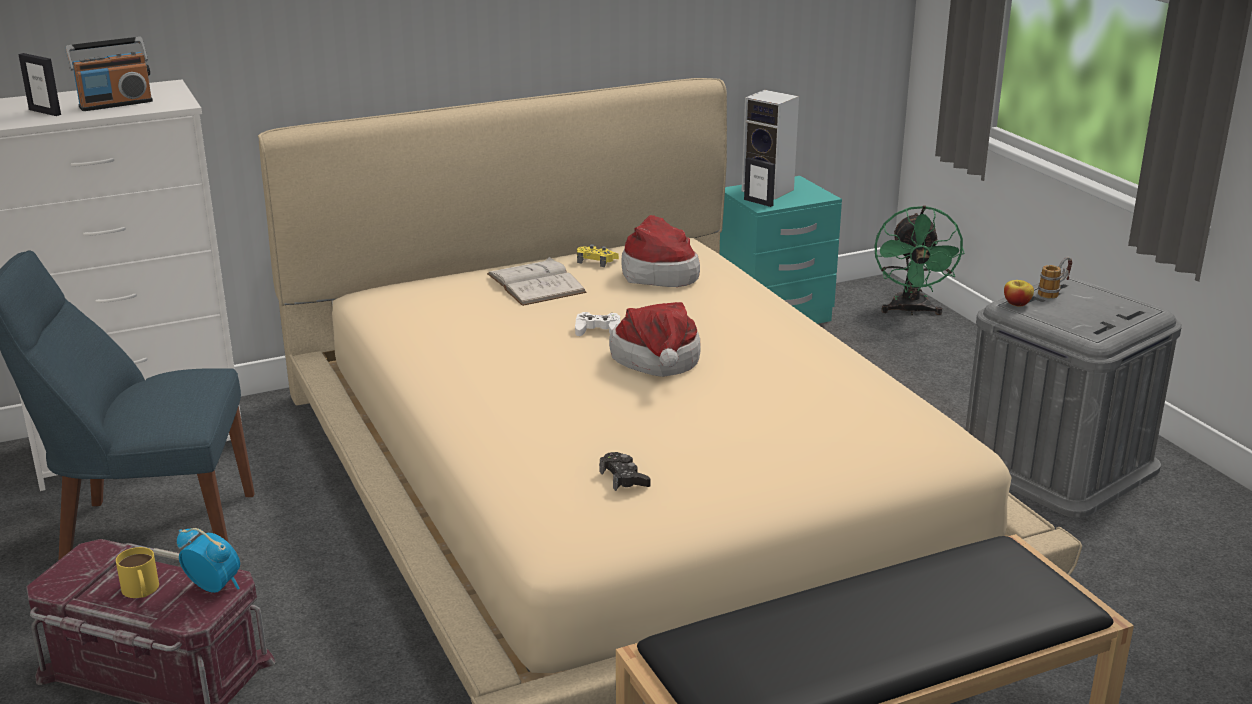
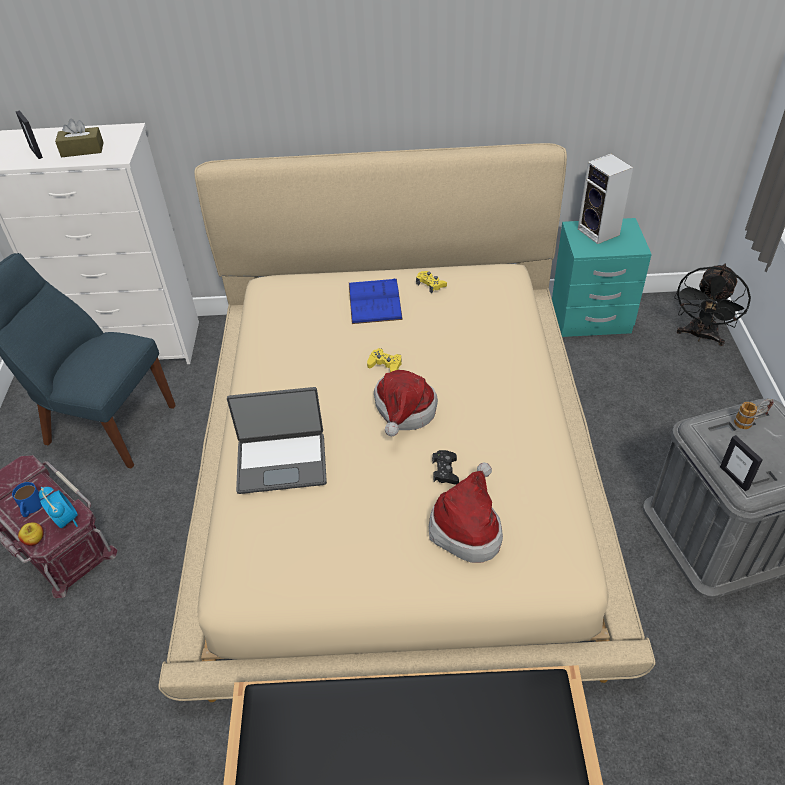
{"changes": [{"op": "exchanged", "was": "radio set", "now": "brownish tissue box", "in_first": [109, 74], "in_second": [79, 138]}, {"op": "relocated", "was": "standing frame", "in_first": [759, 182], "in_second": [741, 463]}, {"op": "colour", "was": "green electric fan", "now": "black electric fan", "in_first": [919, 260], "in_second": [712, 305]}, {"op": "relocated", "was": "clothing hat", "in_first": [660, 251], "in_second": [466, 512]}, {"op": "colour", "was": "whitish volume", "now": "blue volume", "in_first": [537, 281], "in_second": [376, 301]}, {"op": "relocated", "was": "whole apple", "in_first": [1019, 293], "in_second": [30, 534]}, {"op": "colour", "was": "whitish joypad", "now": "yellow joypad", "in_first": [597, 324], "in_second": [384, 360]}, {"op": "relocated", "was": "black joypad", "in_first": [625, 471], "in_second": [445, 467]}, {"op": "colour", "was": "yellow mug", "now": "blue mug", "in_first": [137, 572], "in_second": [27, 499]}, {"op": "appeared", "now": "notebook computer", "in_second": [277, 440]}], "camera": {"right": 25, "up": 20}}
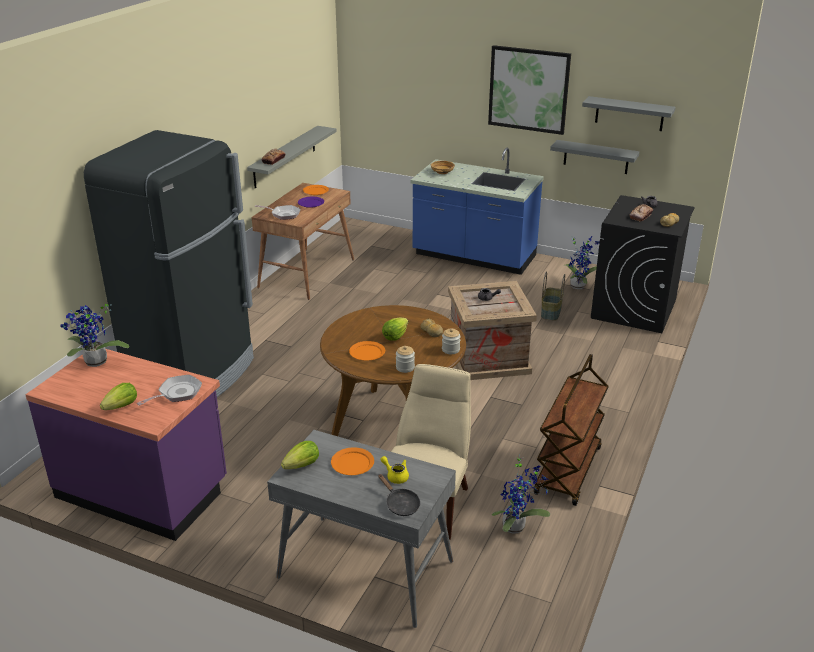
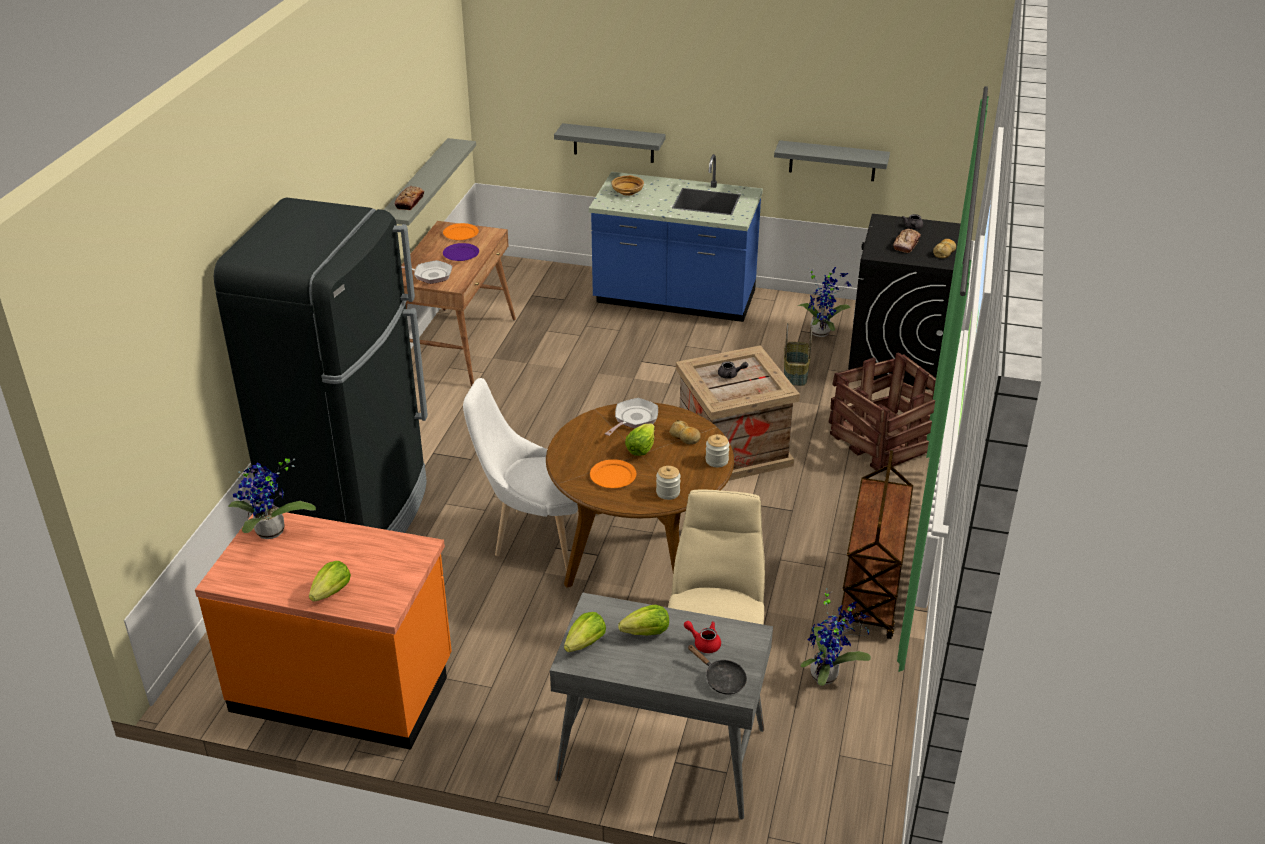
{"changes": [{"op": "missing", "was": "picture", "in_first": [529, 90]}, {"op": "relocated", "was": "grey wall shelf", "in_first": [628, 113], "in_second": [610, 143]}, {"op": "colour", "was": "purple-coloured counter", "now": "orangey counter", "in_first": [126, 445], "in_second": [323, 631]}, {"op": "relocated", "was": "skillet", "in_first": [169, 390], "in_second": [631, 417]}, {"op": "exchanged", "was": "orangey dinner plate", "now": "lettuce head", "in_first": [352, 461], "in_second": [643, 620]}, {"op": "colour", "was": "yellow teapot", "now": "reddish teapot", "in_first": [394, 470], "in_second": [702, 637]}, {"op": "appeared", "now": "shipping crate", "in_second": [882, 411]}, {"op": "appeared", "now": "whitish plain chair", "in_second": [520, 474]}], "camera": {"right": -10, "up": 5}}
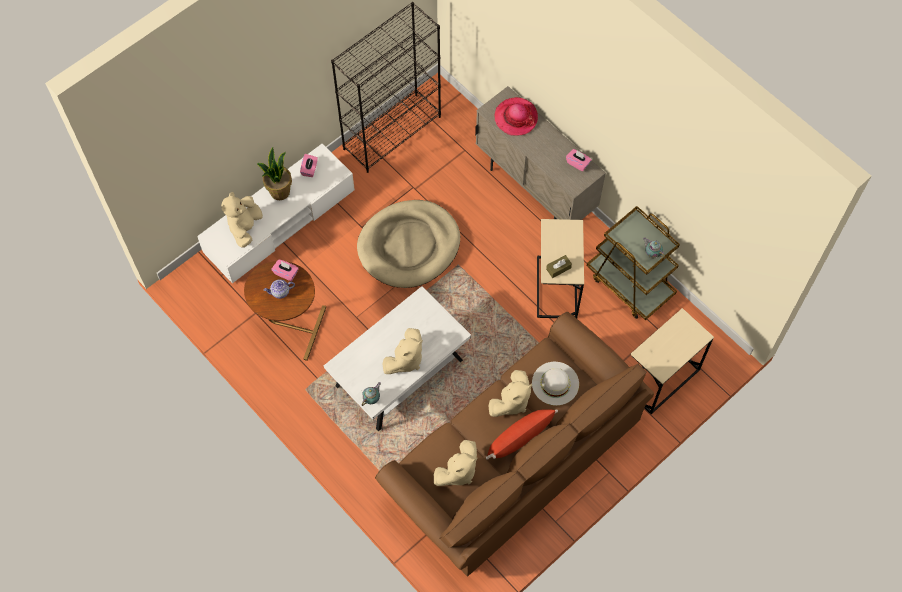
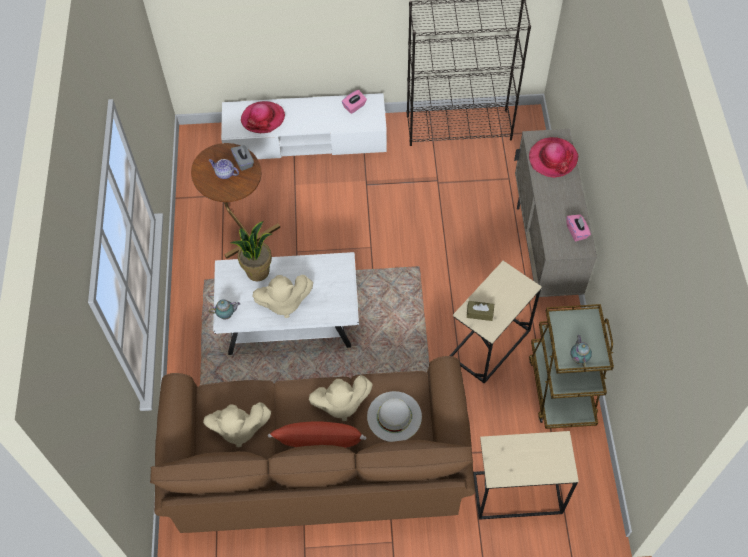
{"changes": [{"op": "relocated", "was": "houseplant", "in_first": [274, 173], "in_second": [251, 251]}, {"op": "exchanged", "was": "sand-coloured plush toy", "now": "clothing hat", "in_first": [242, 220], "in_second": [263, 117]}, {"op": "missing", "was": "sand-coloured dog bed", "in_first": [408, 244]}, {"op": "colour", "was": "pinkish tissue box", "now": "grey tissue box", "in_first": [285, 270], "in_second": [242, 158]}], "camera": {"right": 40, "up": -5}}
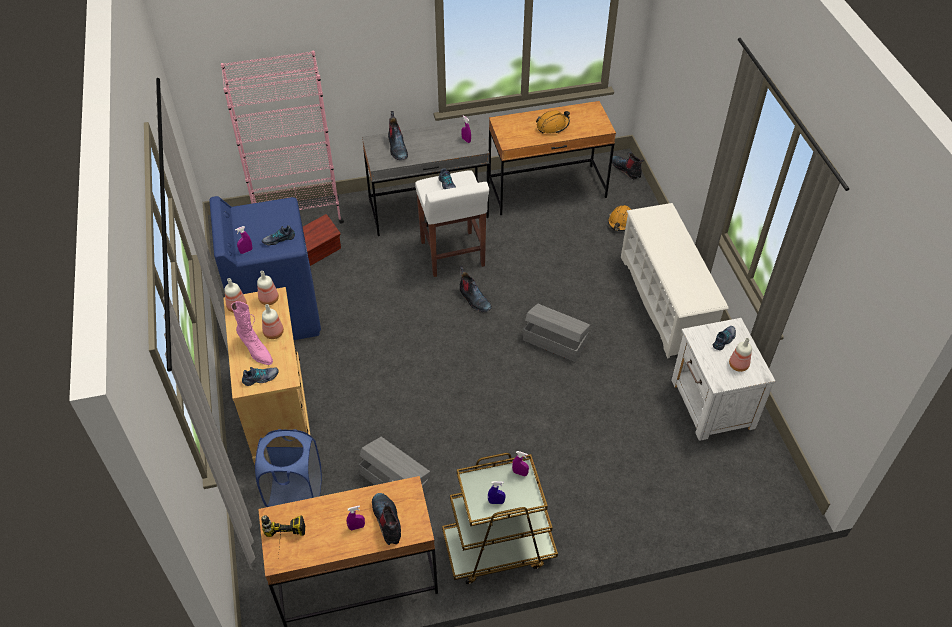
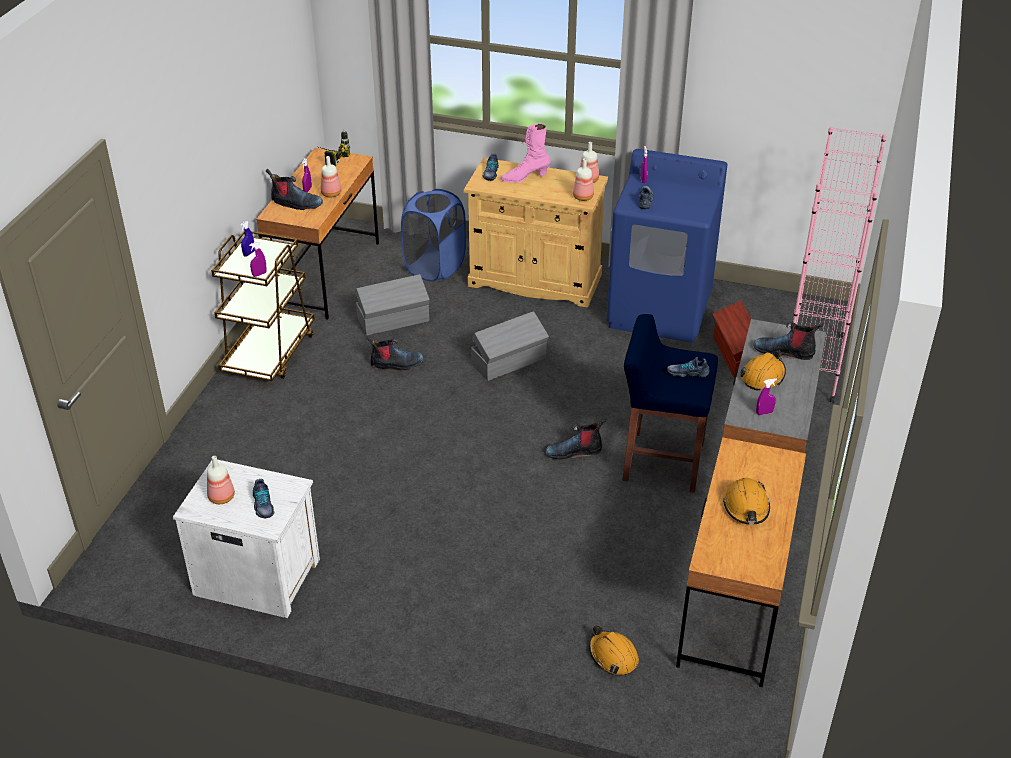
{"changes": [{"op": "relocated", "was": "boot", "in_first": [628, 166], "in_second": [395, 353]}, {"op": "colour", "was": "whitish stool", "now": "blue stool", "in_first": [452, 223], "in_second": [670, 403]}, {"op": "missing", "was": "whitish shoe stand", "in_first": [675, 280]}, {"op": "relocated", "was": "beverage bottle", "in_first": [273, 321], "in_second": [331, 176]}, {"op": "relocated", "was": "grey storage container", "in_first": [556, 333], "in_second": [510, 346]}, {"op": "appeared", "now": "orangey safety helmet", "in_second": [763, 370]}], "camera": {"right": 120, "up": -10}}
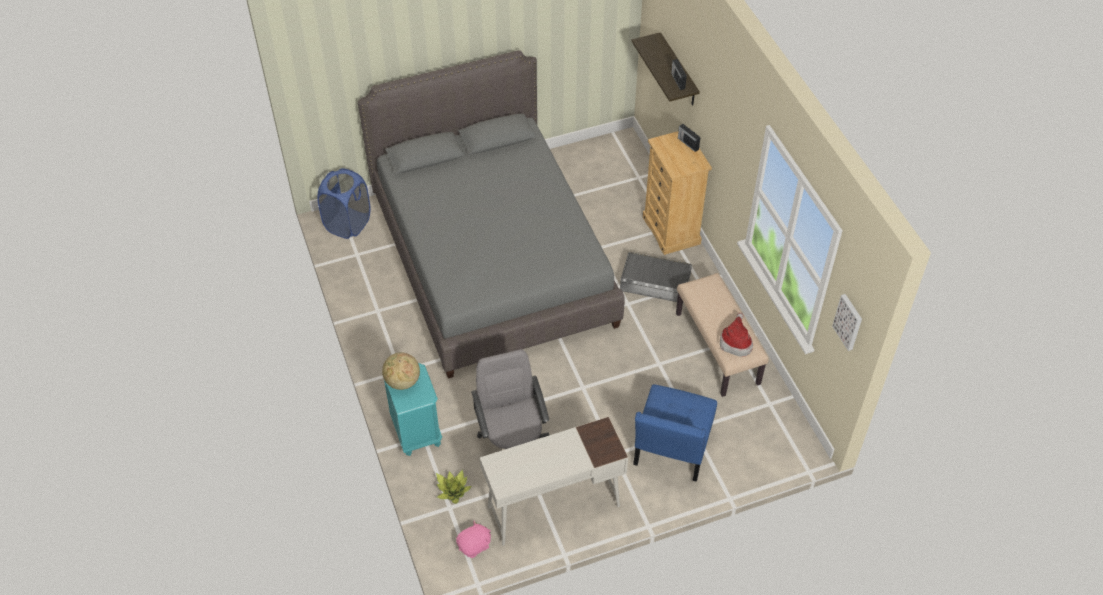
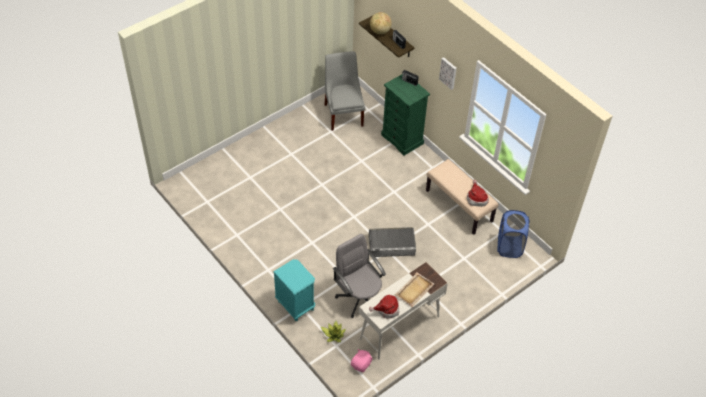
{"changes": [{"op": "missing", "was": "grey bedroom bed", "in_first": [491, 214]}, {"op": "colour", "was": "sand-coloured dresser", "now": "green dresser", "in_first": [677, 193], "in_second": [405, 115]}, {"op": "relocated", "was": "blue laundry basket", "in_first": [344, 203], "in_second": [513, 234]}, {"op": "relocated", "was": "grey storage container", "in_first": [656, 277], "in_second": [392, 242]}, {"op": "relocated", "was": "picture", "in_first": [847, 322], "in_second": [448, 73]}, {"op": "relocated", "was": "world globe", "in_first": [401, 371], "in_second": [381, 23]}, {"op": "missing", "was": "blue plain chair", "in_first": [675, 433]}, {"op": "appeared", "now": "grey plain chair", "in_second": [344, 91]}, {"op": "appeared", "now": "sand-coloured tray", "in_second": [414, 289]}, {"op": "appeared", "now": "clothing hat", "in_second": [384, 307]}], "camera": {"right": -20, "up": 0}}
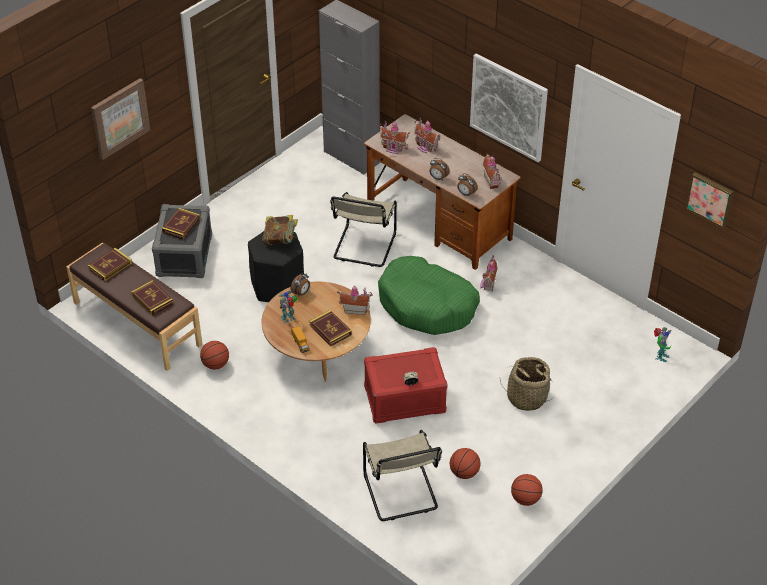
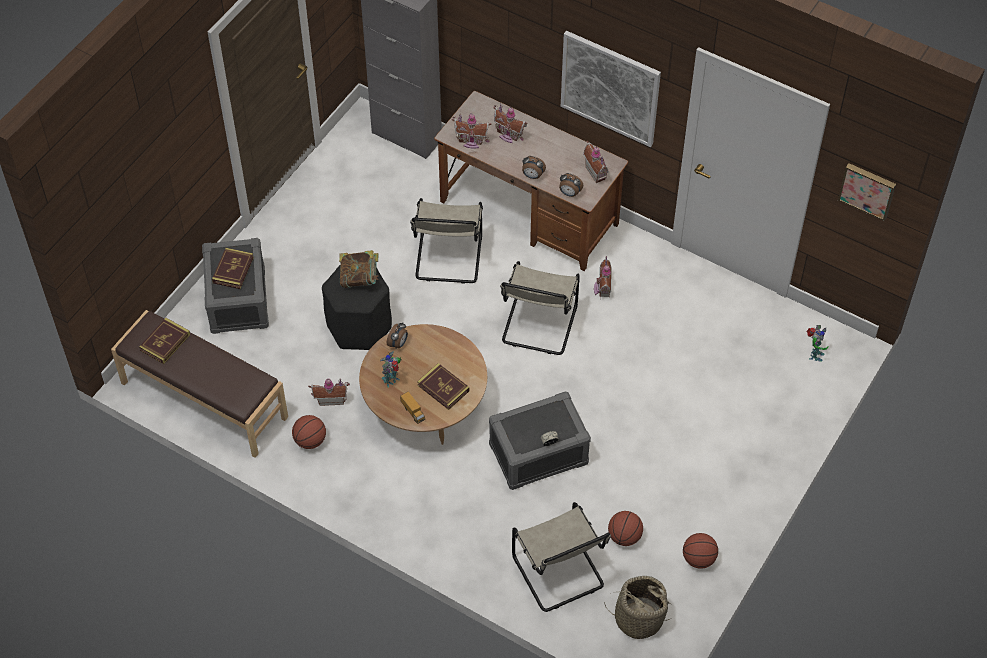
{"changes": [{"op": "missing", "was": "picture", "in_first": [120, 119]}, {"op": "exchanged", "was": "green dog bed", "now": "sand-coloured plain chair", "in_first": [429, 295], "in_second": [540, 308]}, {"op": "missing", "was": "volume", "in_first": [152, 298]}, {"op": "relocated", "was": "miniature house", "in_first": [355, 300], "in_second": [329, 392]}, {"op": "colour", "was": "reddish storage container", "now": "grey storage container", "in_first": [405, 385], "in_second": [540, 440]}, {"op": "relocated", "was": "basket", "in_first": [525, 384], "in_second": [637, 607]}], "camera": {"right": -10, "up": 10}}
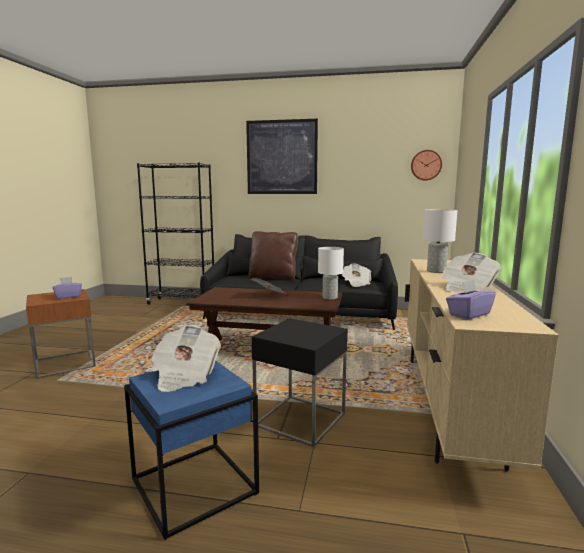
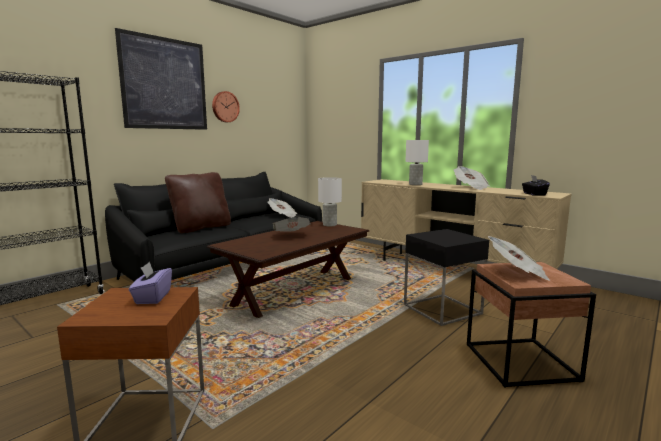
{"changes": [{"op": "relocated", "was": "hanging clock", "in_first": [426, 165], "in_second": [226, 106]}, {"op": "colour", "was": "purple-coloured tissue box", "now": "black tissue box", "in_first": [471, 299], "in_second": [536, 185]}, {"op": "colour", "was": "blue accent table", "now": "brownish accent table", "in_first": [191, 450], "in_second": [531, 325]}], "camera": {"right": -60, "up": 0}}
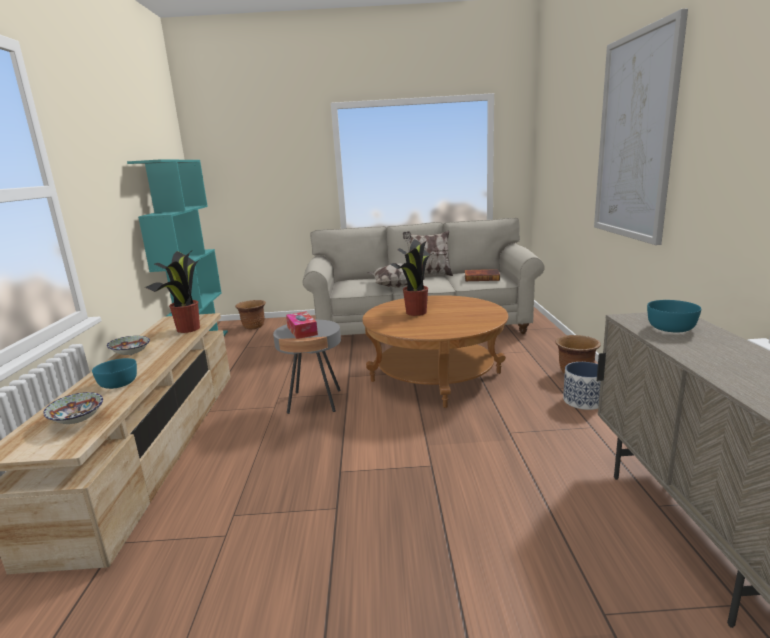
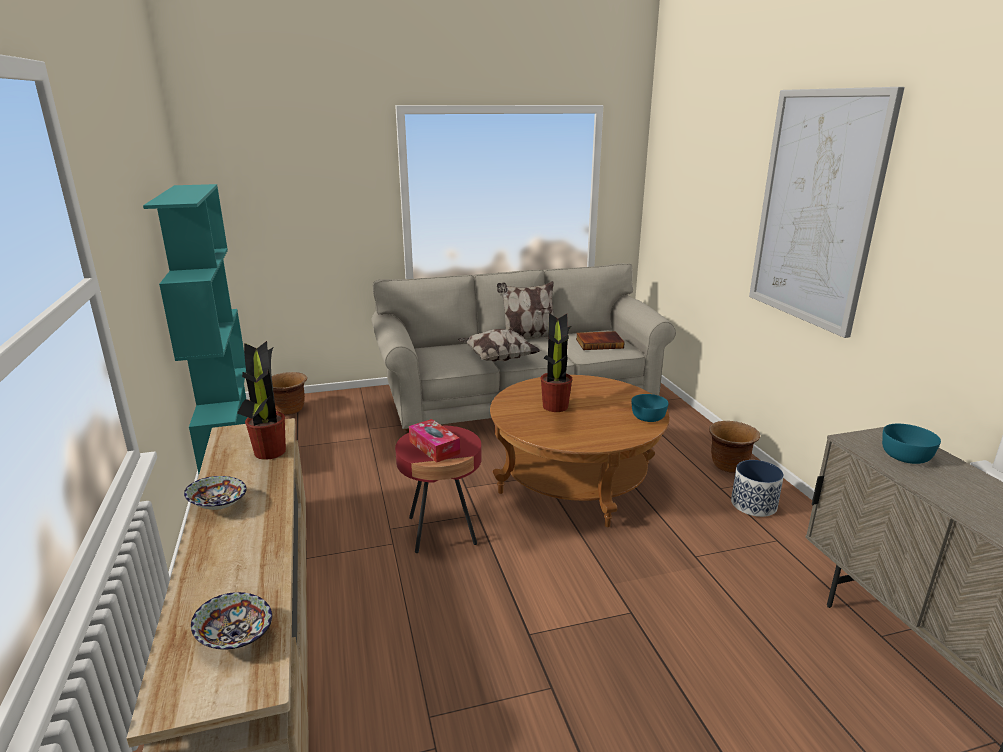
{"changes": [{"op": "colour", "was": "grey accent table", "now": "reddish accent table", "in_first": [307, 367], "in_second": [438, 489]}, {"op": "relocated", "was": "blue-green deep dish", "in_first": [114, 373], "in_second": [649, 408]}], "camera": {"right": -15, "up": 5}}
